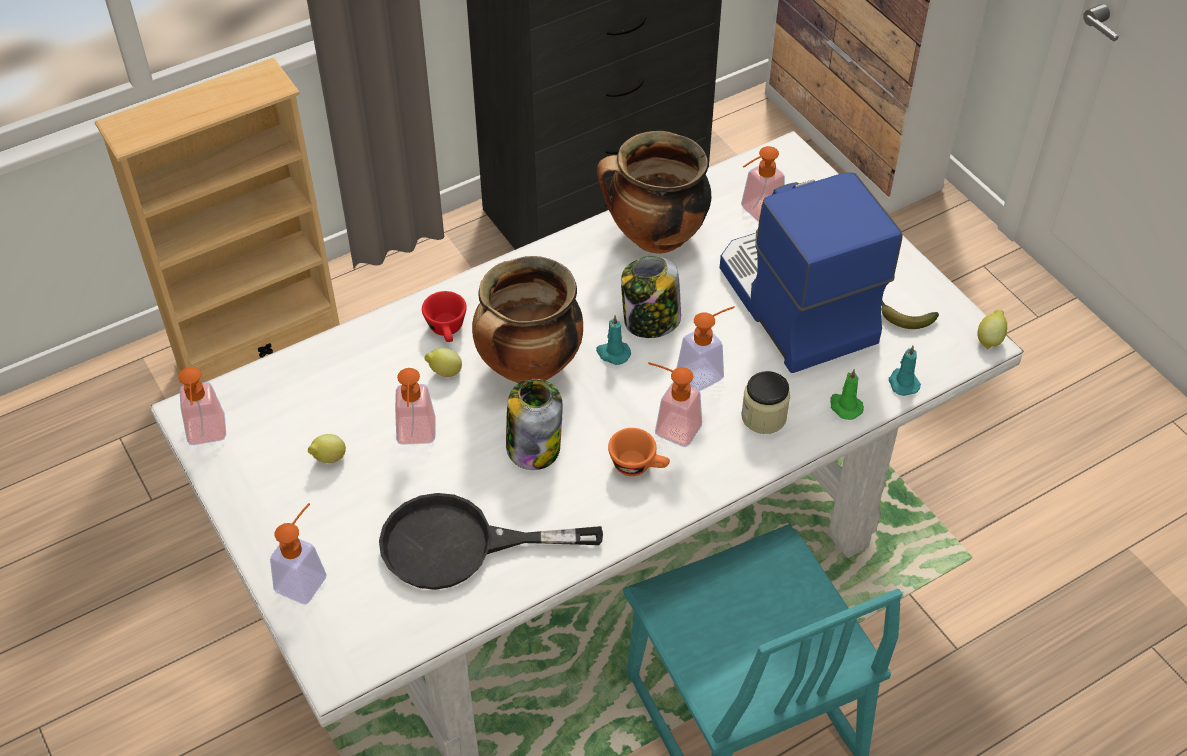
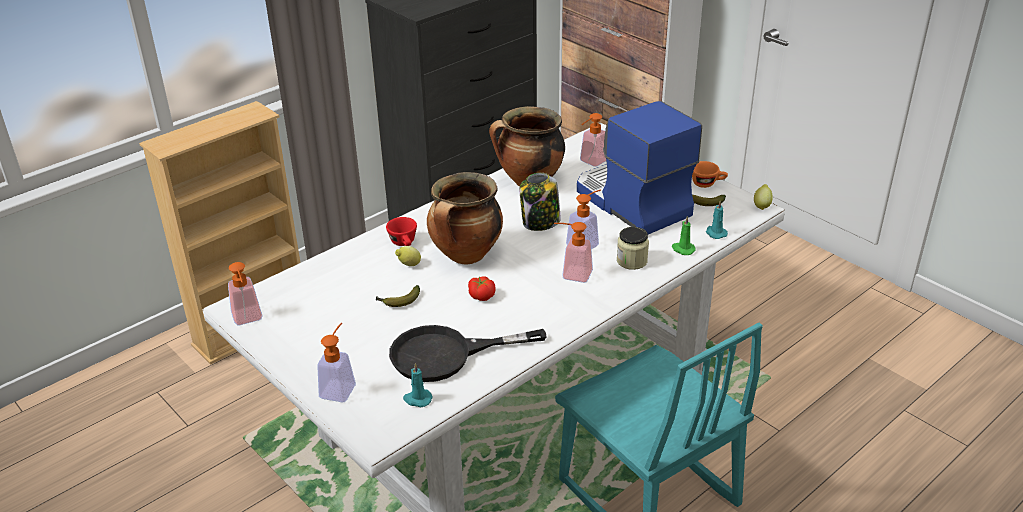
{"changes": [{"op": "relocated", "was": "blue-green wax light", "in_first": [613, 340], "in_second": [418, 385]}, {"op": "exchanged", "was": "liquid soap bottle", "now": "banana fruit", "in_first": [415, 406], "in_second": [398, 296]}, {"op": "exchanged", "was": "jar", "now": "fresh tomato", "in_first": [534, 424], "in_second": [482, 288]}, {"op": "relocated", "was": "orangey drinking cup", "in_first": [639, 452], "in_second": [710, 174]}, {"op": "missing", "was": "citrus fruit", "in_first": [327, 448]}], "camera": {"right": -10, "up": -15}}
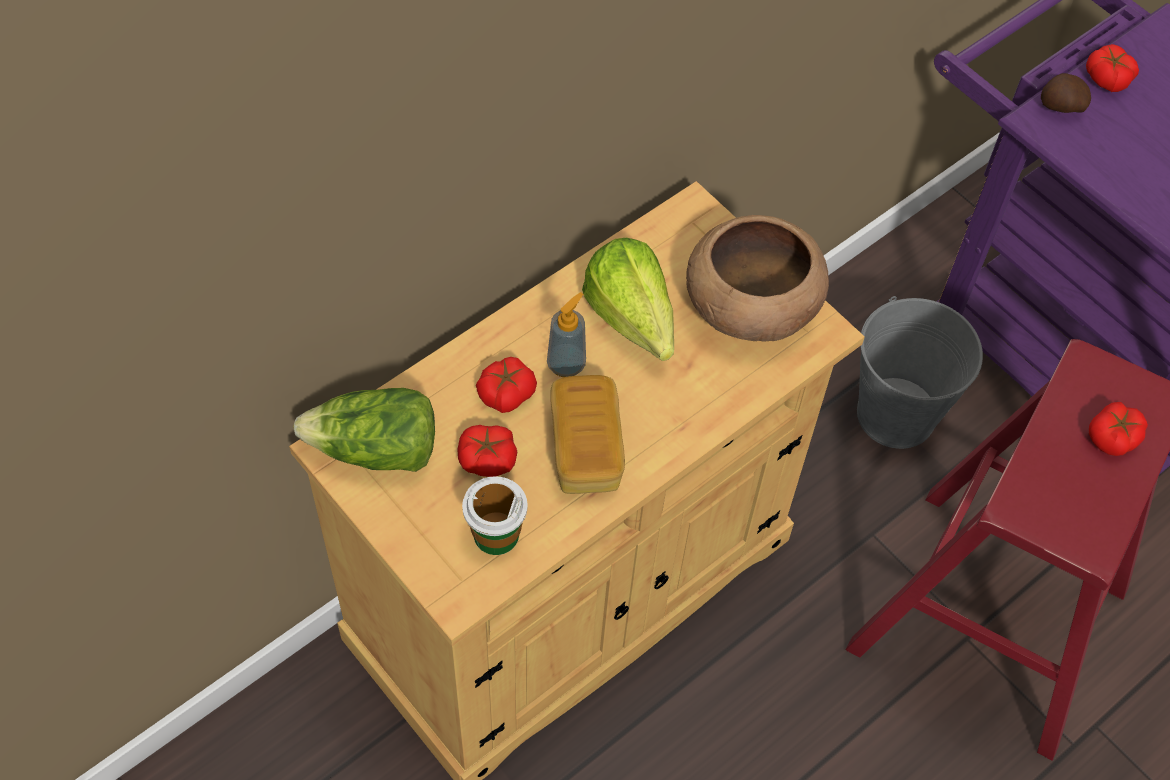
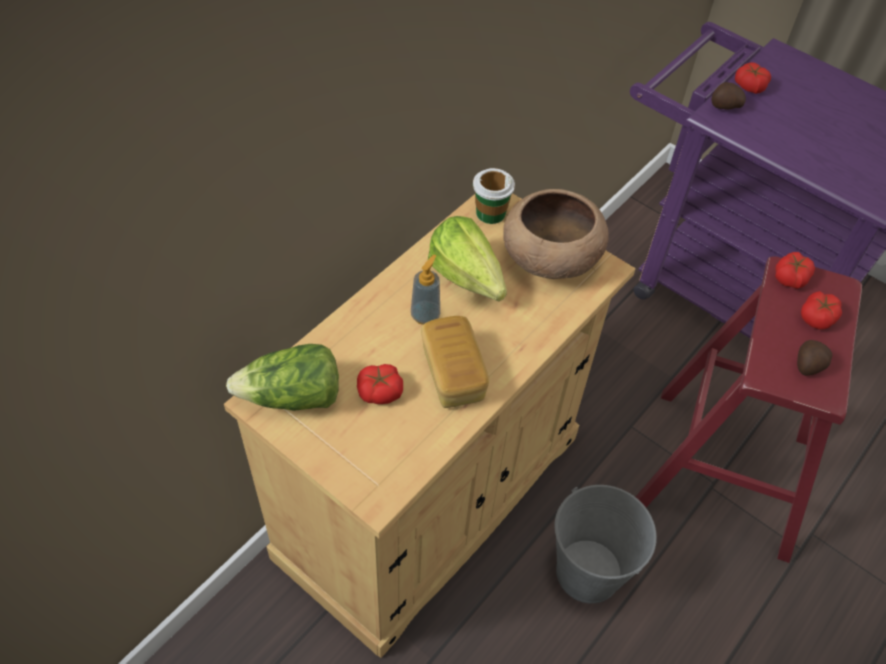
{"changes": [{"op": "relocated", "was": "grey pail", "in_first": [920, 372], "in_second": [606, 544]}, {"op": "relocated", "was": "fresh tomato", "in_first": [506, 385], "in_second": [795, 270]}, {"op": "relocated", "was": "drinking cup", "in_first": [495, 515], "in_second": [494, 196]}, {"op": "appeared", "now": "spud", "in_second": [814, 358]}], "camera": {"right": -10, "up": -5}}
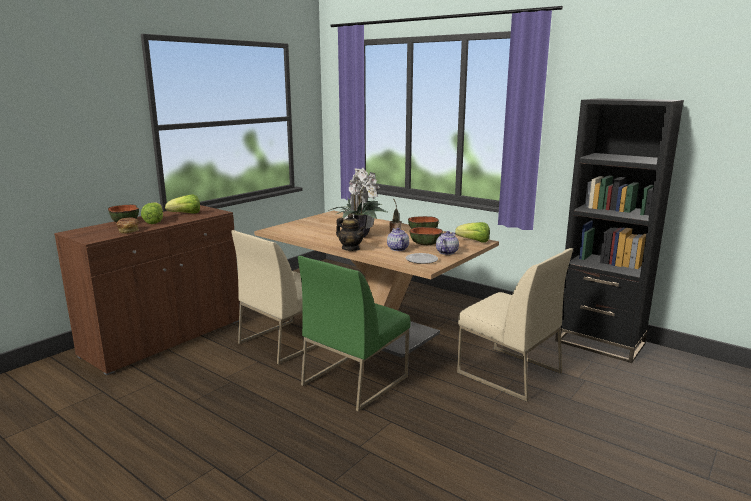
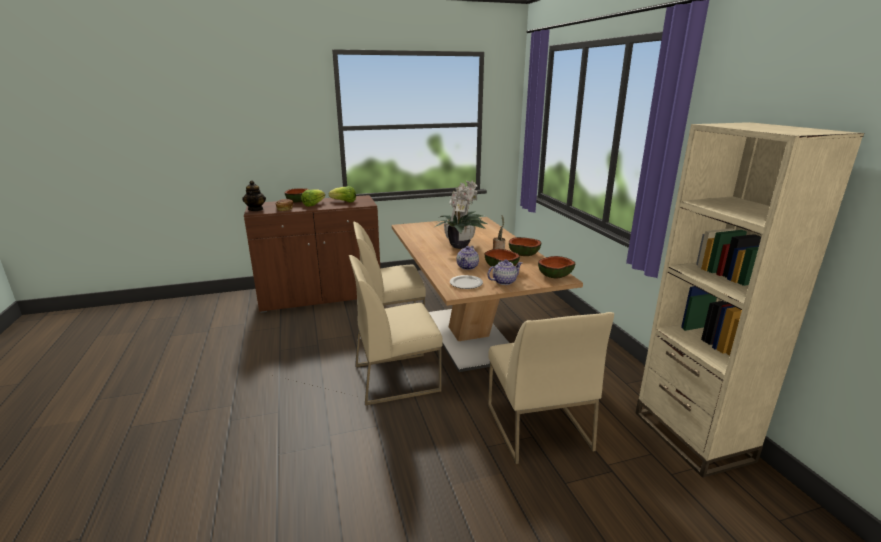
{"changes": [{"op": "colour", "was": "black bookshelf", "now": "sand-coloured bookshelf", "in_first": [619, 230], "in_second": [749, 300]}, {"op": "relocated", "was": "teapot", "in_first": [351, 232], "in_second": [254, 195]}, {"op": "exchanged", "was": "lettuce head", "now": "deep dish", "in_first": [472, 232], "in_second": [556, 267]}, {"op": "colour", "was": "green plain chair", "now": "sand-coloured plain chair", "in_first": [354, 334], "in_second": [396, 330]}], "camera": {"right": 35, "up": 5}}
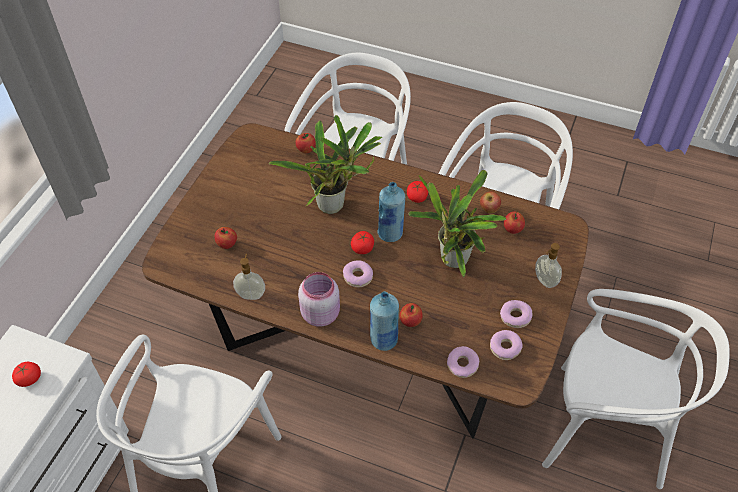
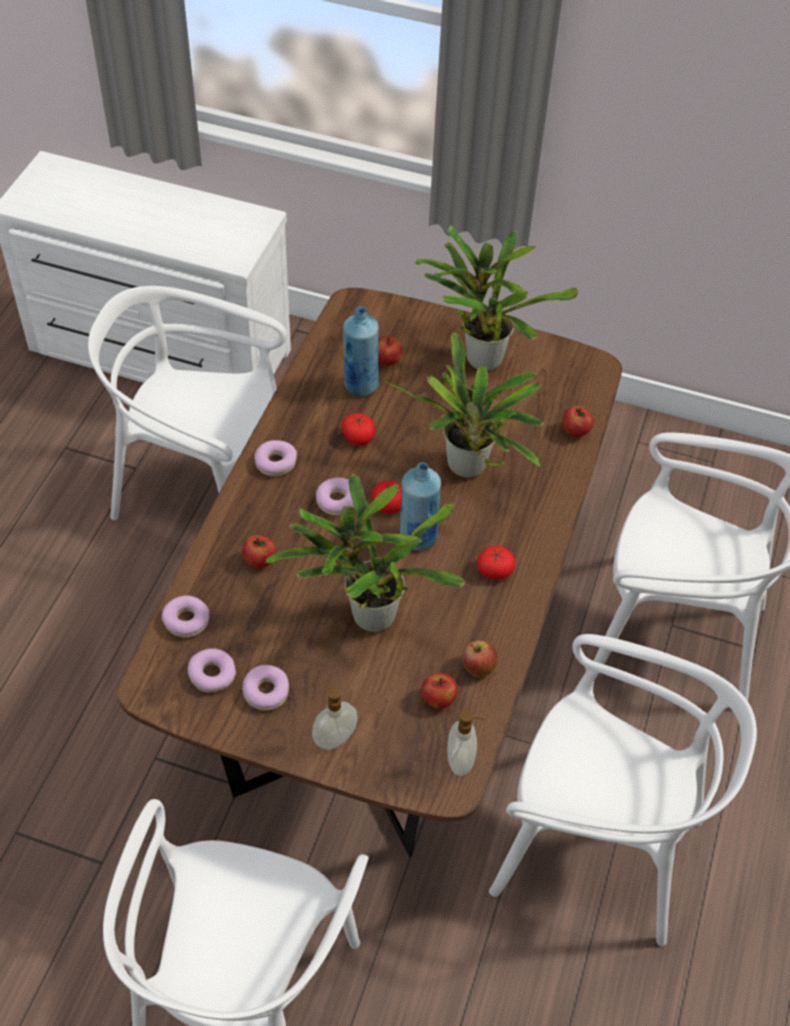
{"changes": [{"op": "relocated", "was": "liquid soap bottle", "in_first": [249, 277], "in_second": [466, 742]}, {"op": "exchanged", "was": "pinkish jar", "now": "donut", "in_first": [319, 299], "in_second": [275, 458]}, {"op": "relocated", "was": "blue beverage bottle", "in_first": [384, 321], "in_second": [361, 351]}, {"op": "relocated", "was": "fresh tomato", "in_first": [26, 374], "in_second": [358, 429]}, {"op": "appeared", "now": "houseplant", "in_second": [496, 298]}], "camera": {"right": 85, "up": 0}}
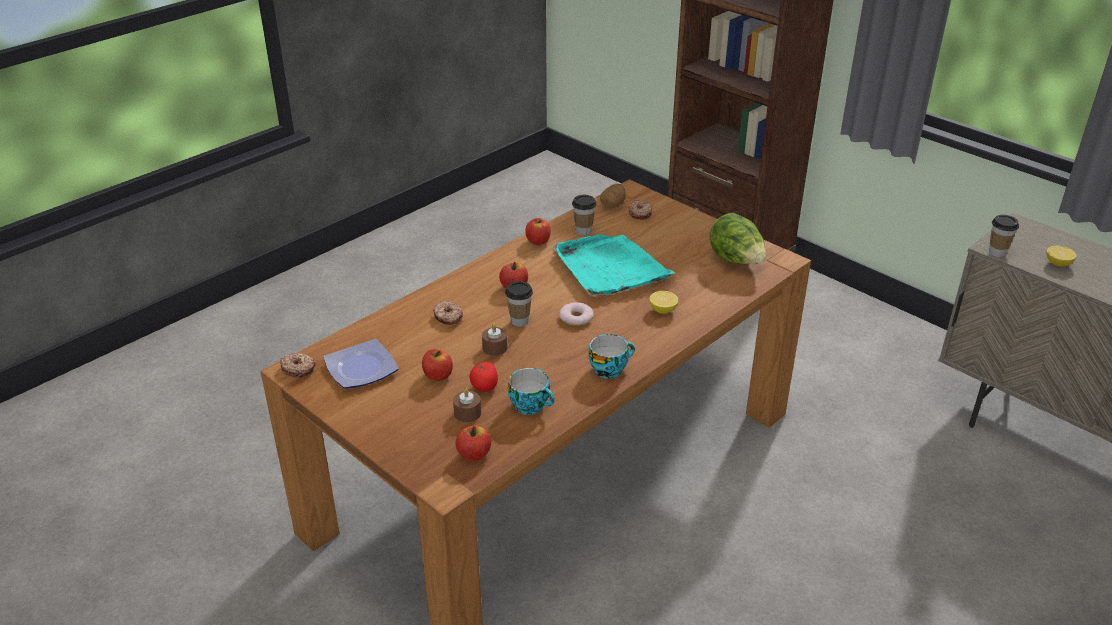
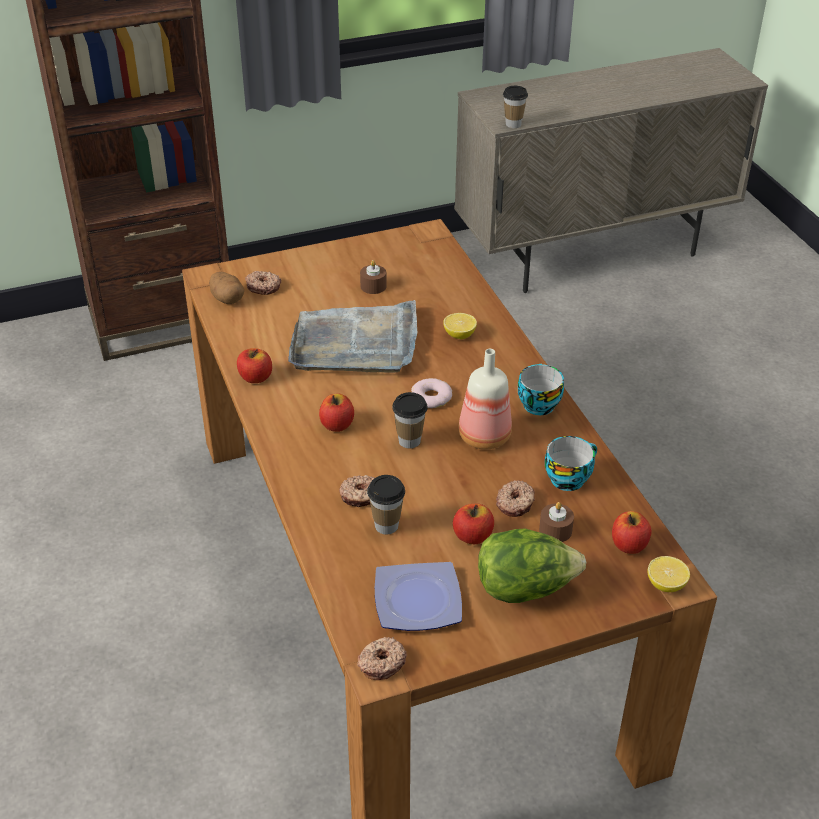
{"changes": [{"op": "relocated", "was": "drinking cup", "in_first": [584, 215], "in_second": [386, 504]}, {"op": "relocated", "was": "lettuce head", "in_first": [738, 238], "in_second": [532, 566]}, {"op": "colour", "was": "blue-green tray", "now": "grey tray", "in_first": [614, 264], "in_second": [352, 336]}, {"op": "relocated", "was": "citrus fruit", "in_first": [1061, 256], "in_second": [669, 574]}, {"op": "relocated", "was": "brownish wax light", "in_first": [495, 340], "in_second": [373, 277]}, {"op": "exchanged", "was": "fresh tomato", "now": "donut", "in_first": [483, 377], "in_second": [515, 498]}, {"op": "appeared", "now": "beverage bottle", "in_second": [485, 399]}], "camera": {"right": -65, "up": 5}}
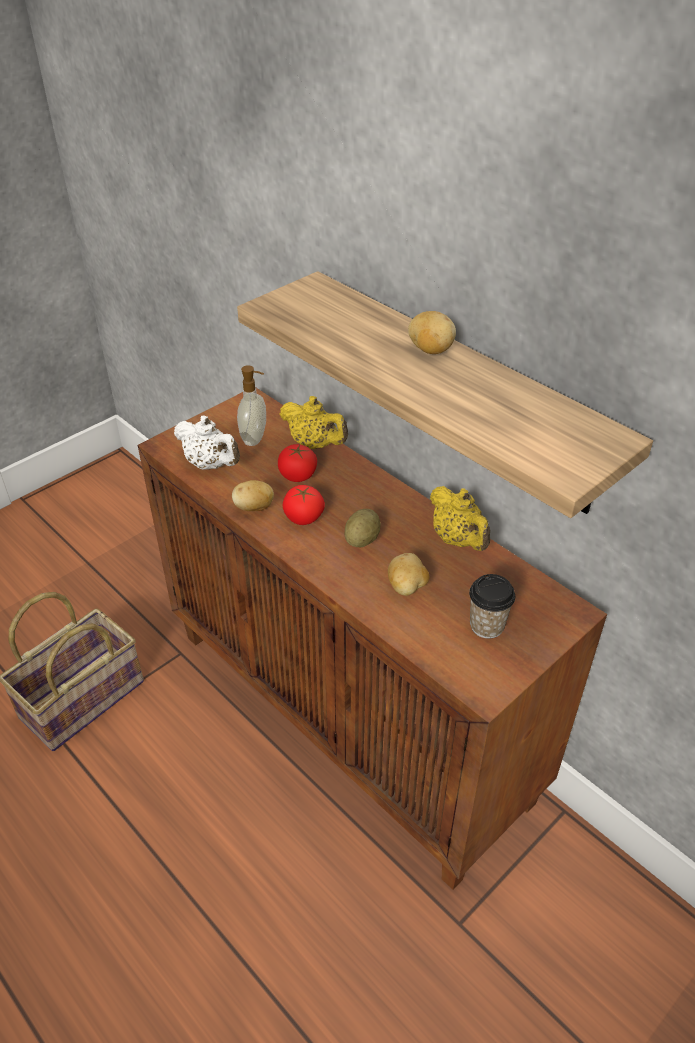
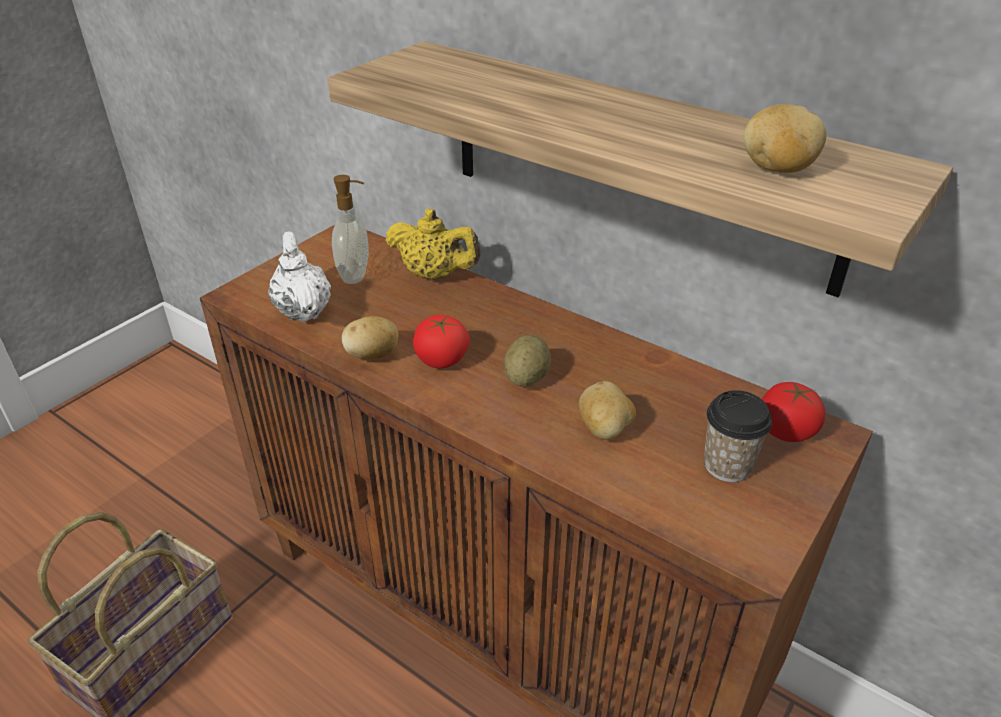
{"changes": [{"op": "relocated", "was": "spud", "in_first": [432, 332], "in_second": [785, 138]}, {"op": "spun", "was": "whitish teapot", "in_first": [207, 442], "in_second": [299, 277], "clockwise": -135}, {"op": "relocated", "was": "fresh tomato", "in_first": [297, 463], "in_second": [794, 412]}, {"op": "missing", "was": "yellow teapot", "in_first": [460, 518]}], "camera": {"right": -10, "up": -5}}
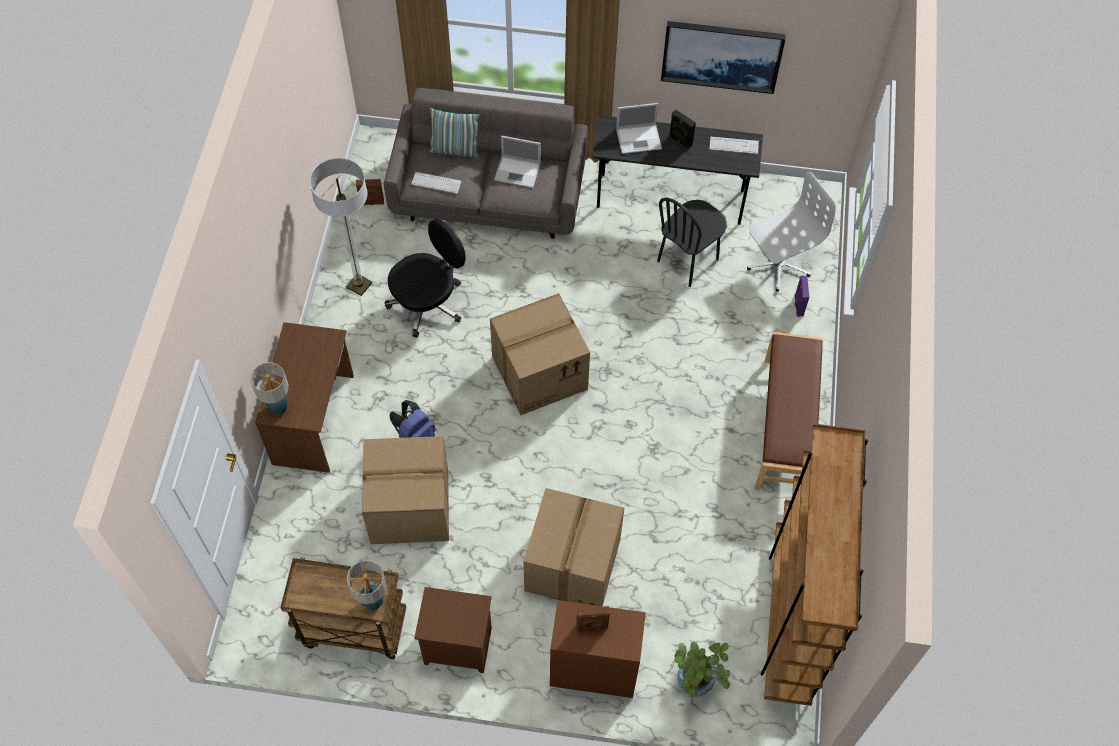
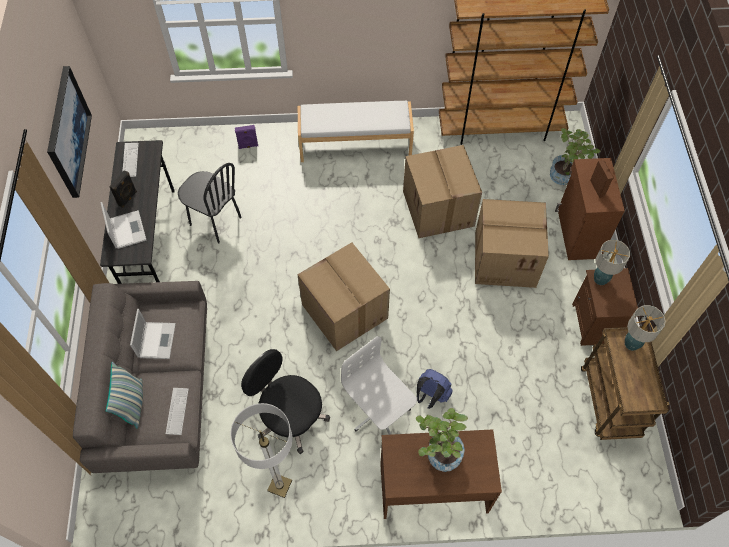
{"changes": [{"op": "relocated", "was": "whitish computer chair", "in_first": [791, 232], "in_second": [379, 385]}, {"op": "missing", "was": "brownish speaker", "in_first": [370, 192]}, {"op": "colour", "was": "brownish long seat", "now": "whitish long seat", "in_first": [789, 411], "in_second": [356, 131]}, {"op": "relocated", "was": "lamp for a table", "in_first": [269, 388], "in_second": [612, 262]}, {"op": "relocated", "was": "cardboard box", "in_first": [405, 490], "in_second": [442, 191]}, {"op": "appeared", "now": "houseplant", "in_second": [442, 440]}], "camera": {"right": -100, "up": 0}}
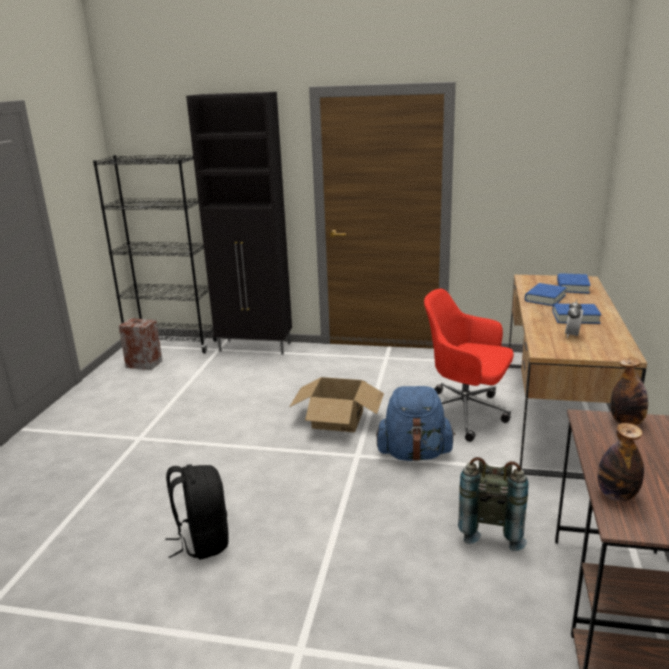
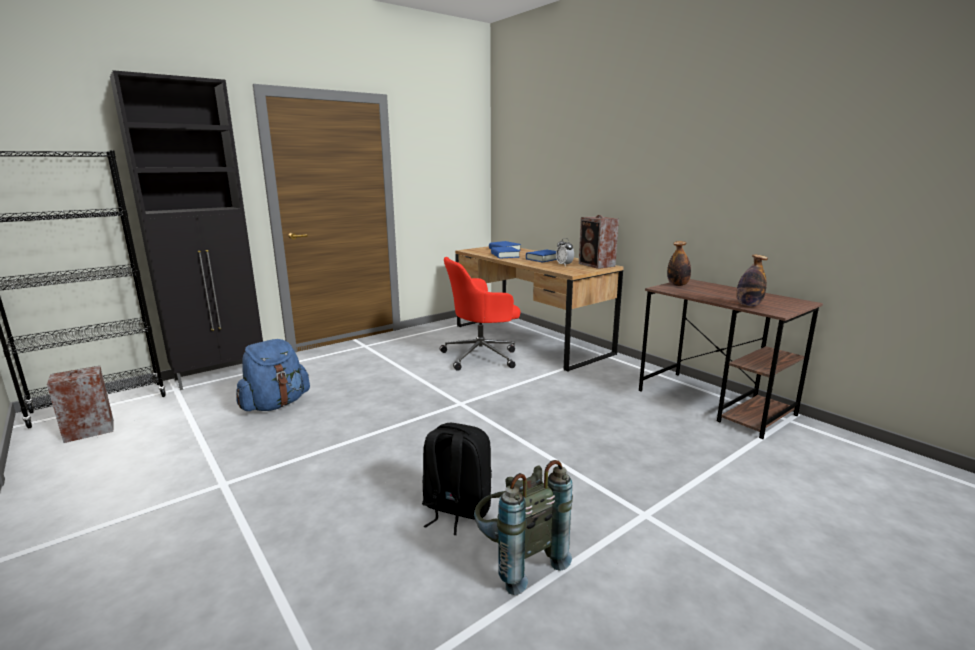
{"changes": [{"op": "missing", "was": "cardboard box", "in_first": [336, 404]}, {"op": "relocated", "was": "blue backpack", "in_first": [416, 423], "in_second": [273, 375]}, {"op": "relocated", "was": "grey backpack", "in_first": [493, 504], "in_second": [523, 527]}, {"op": "appeared", "now": "speaker", "in_second": [599, 242]}], "camera": {"right": -50, "up": -5}}
